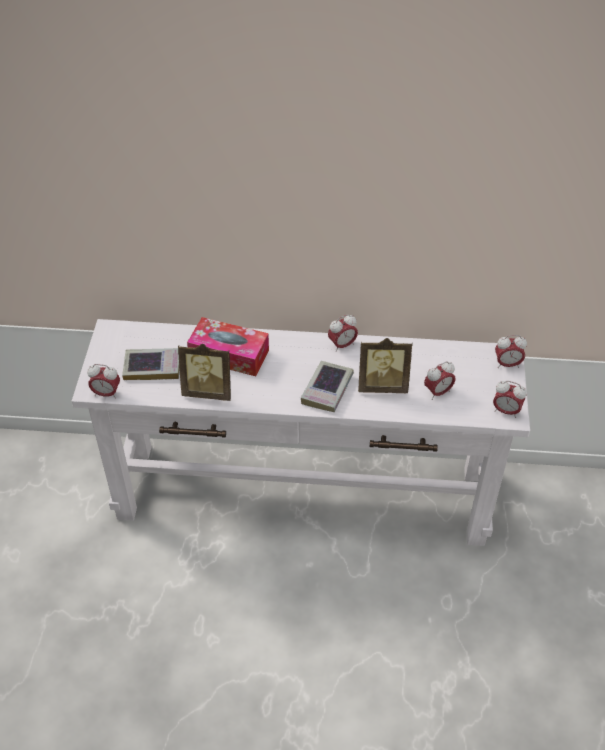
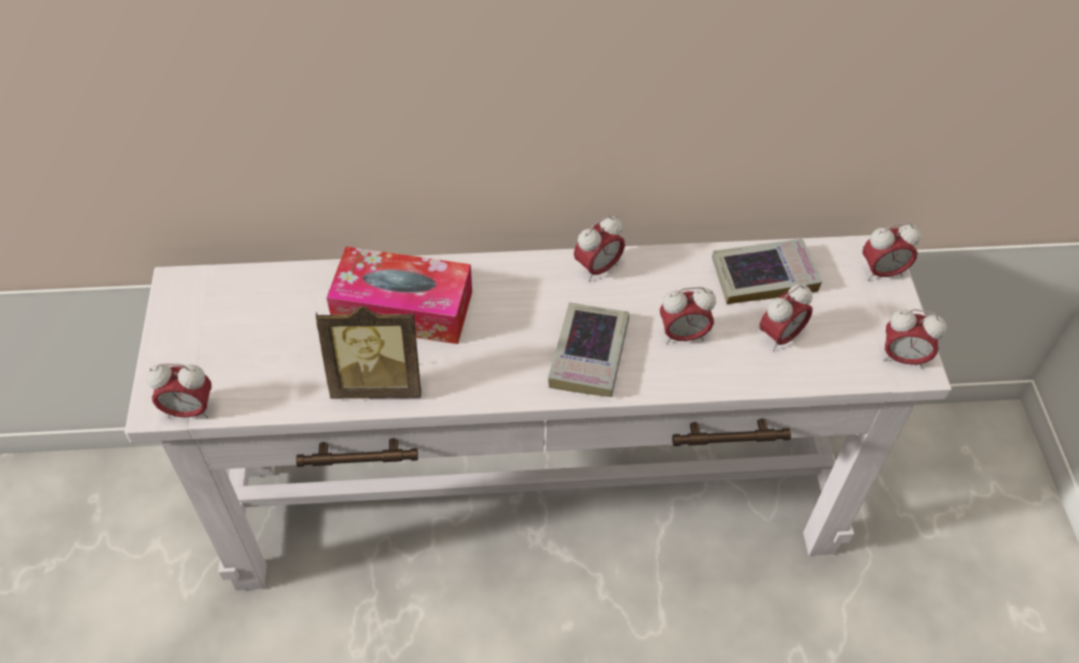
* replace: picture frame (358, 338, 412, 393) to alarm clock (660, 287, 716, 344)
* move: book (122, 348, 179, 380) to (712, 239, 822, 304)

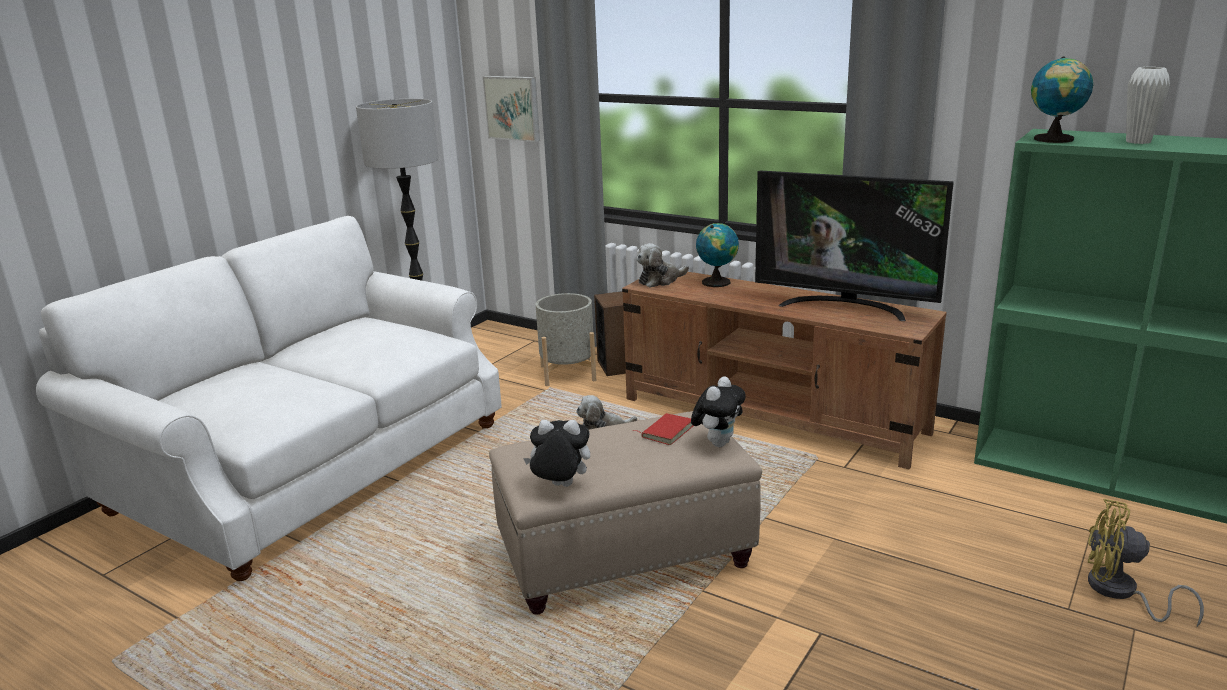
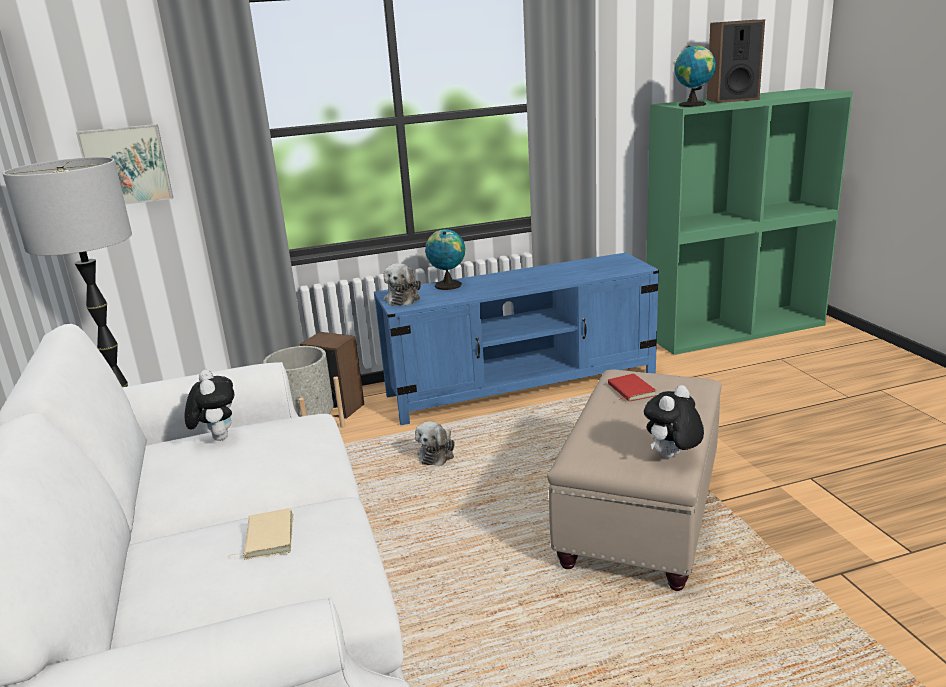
* move: plush toy (691, 377, 746, 447) to (185, 370, 235, 441)
* insert: book (beige) (228, 508, 294, 560)
* recolor: tv stand (brown) (622, 272, 947, 469) to tv stand (blue-coloured) (374, 253, 659, 425)
* replace: decorative vase (white-coloured) (1126, 67, 1170, 144) to audio speaker (707, 20, 765, 103)
* delete: TV (755, 170, 954, 321)
* delete: fan (yellowish) (1088, 499, 1204, 627)

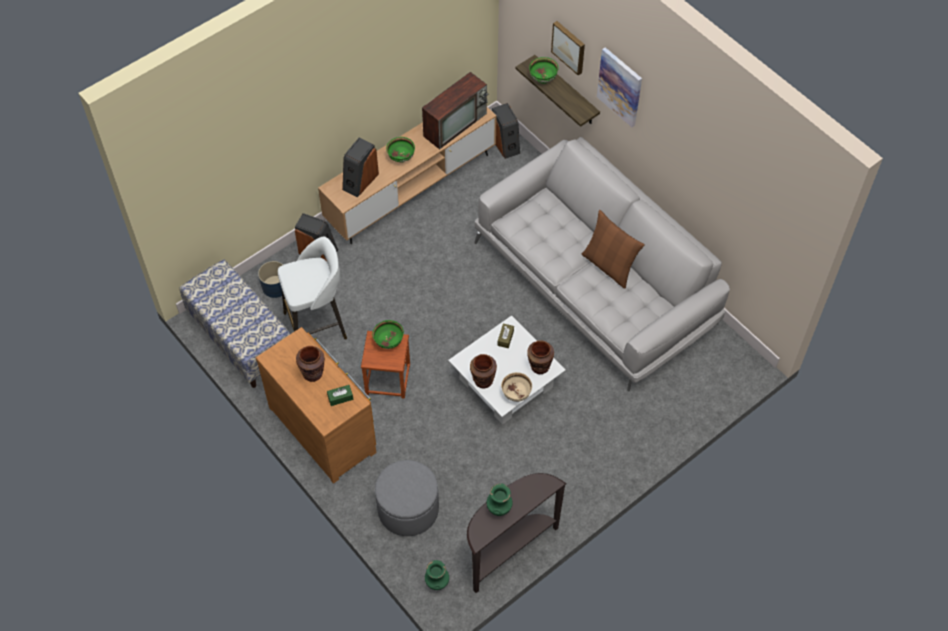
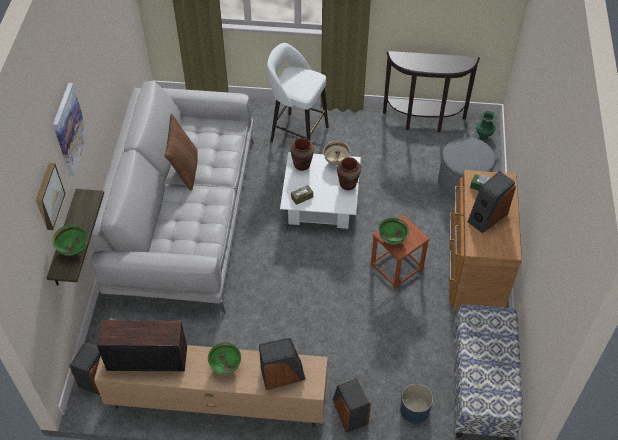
* move: stool seat (white-coloured) (278, 236, 347, 339) to (267, 43, 329, 143)
* replace: decorative vase (brown) (296, 346, 325, 382) to audio speaker (467, 171, 516, 233)
* delete: decorative vase (green-coloured) (487, 483, 513, 516)

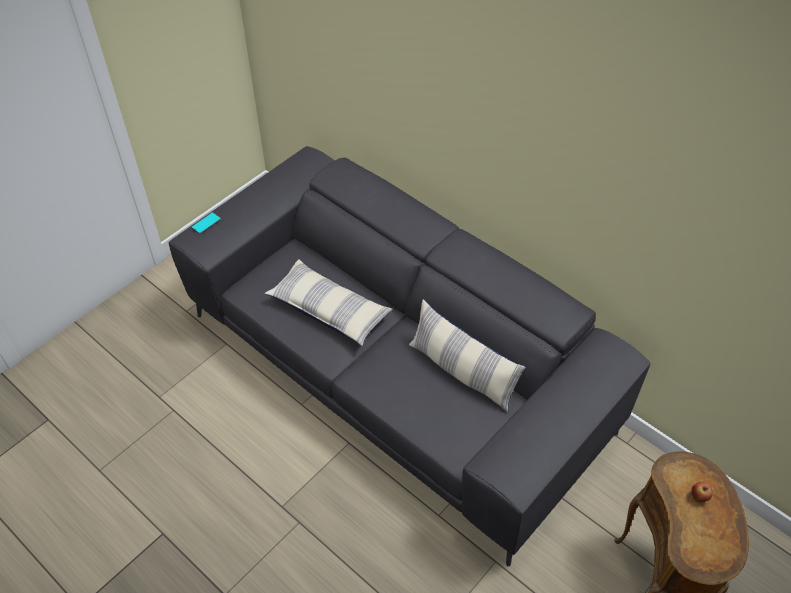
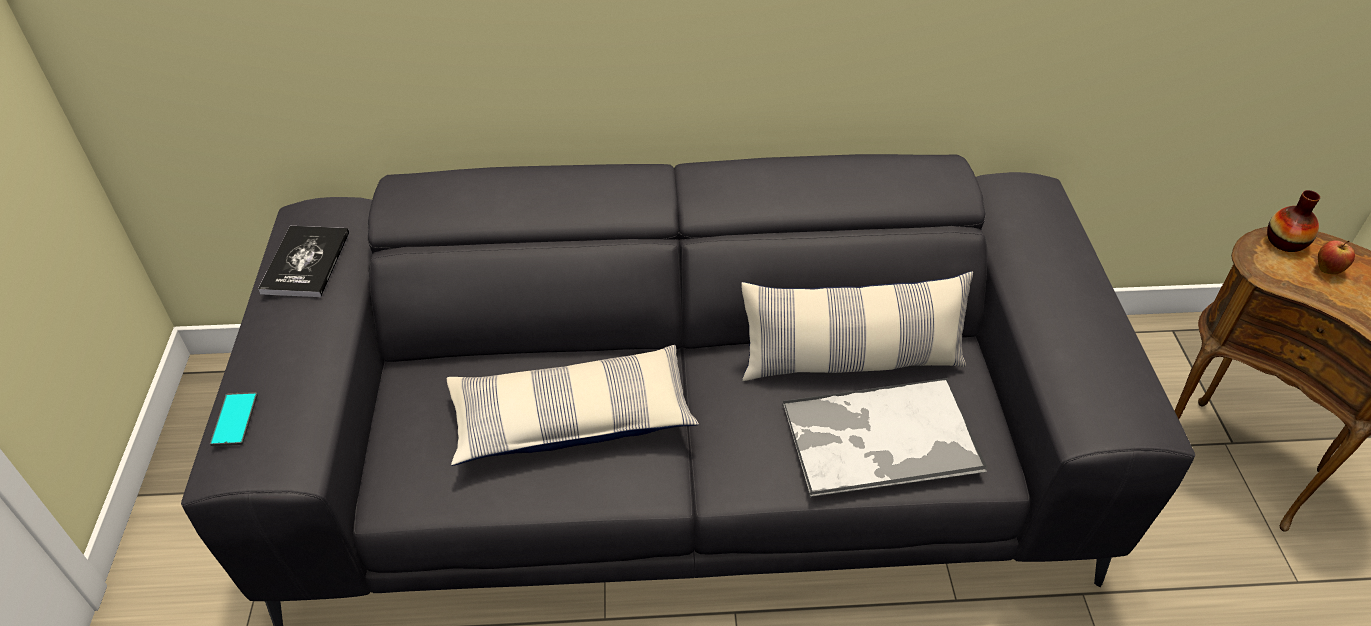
* insert: book (258, 226, 349, 297)
* insert: tray (782, 378, 988, 498)
* insert: decorative vase (1267, 190, 1320, 252)

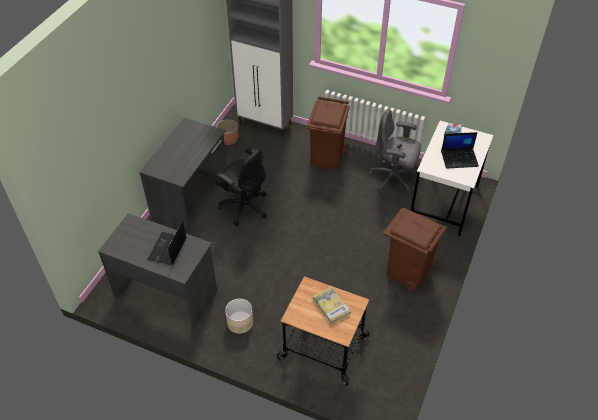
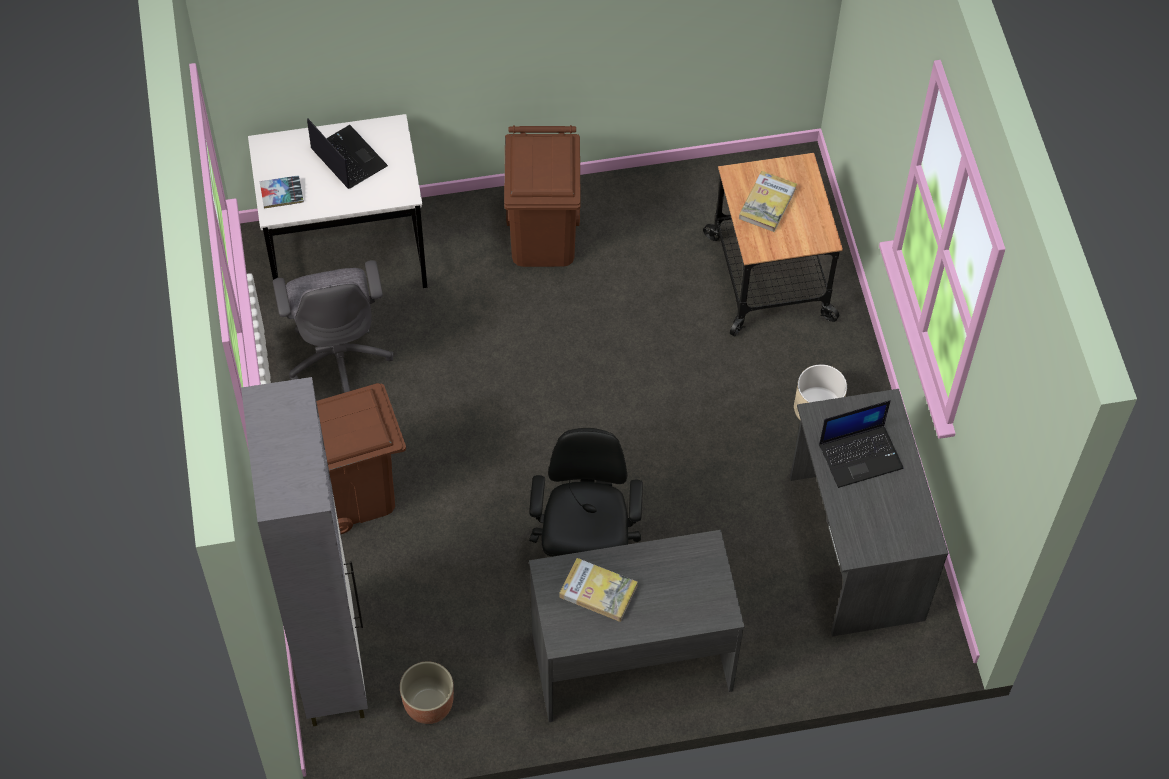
* insert: book (560, 558, 638, 622)

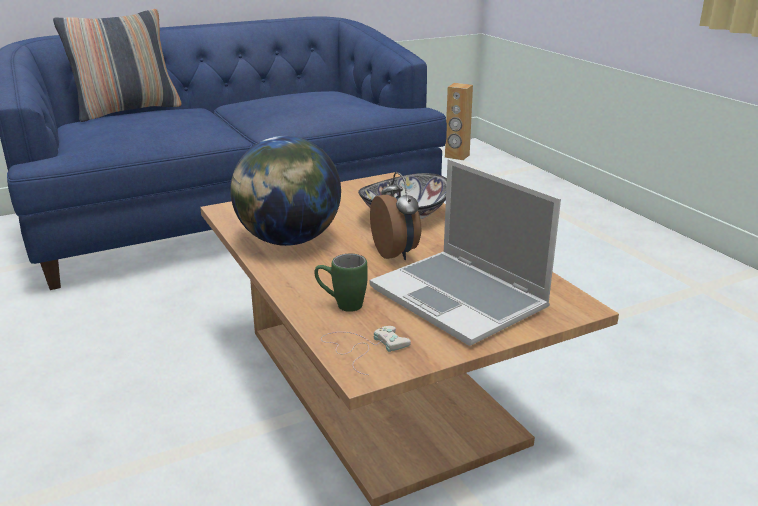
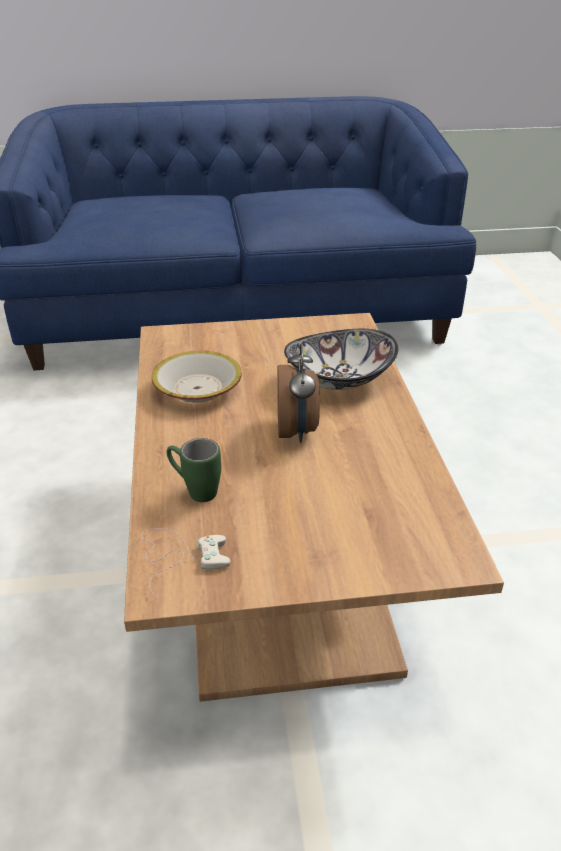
* replace: globe (230, 136, 341, 246) to bowl (152, 351, 242, 403)
* delete: pillow (53, 9, 181, 122)
* delete: laptop (369, 159, 561, 346)
* delete: audio speaker (brown) (445, 83, 473, 160)

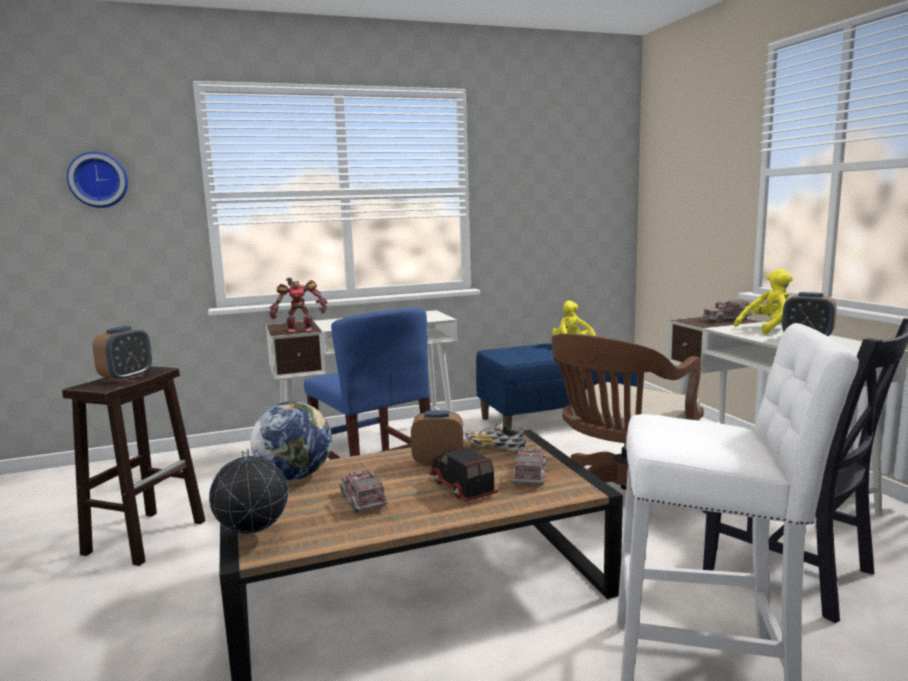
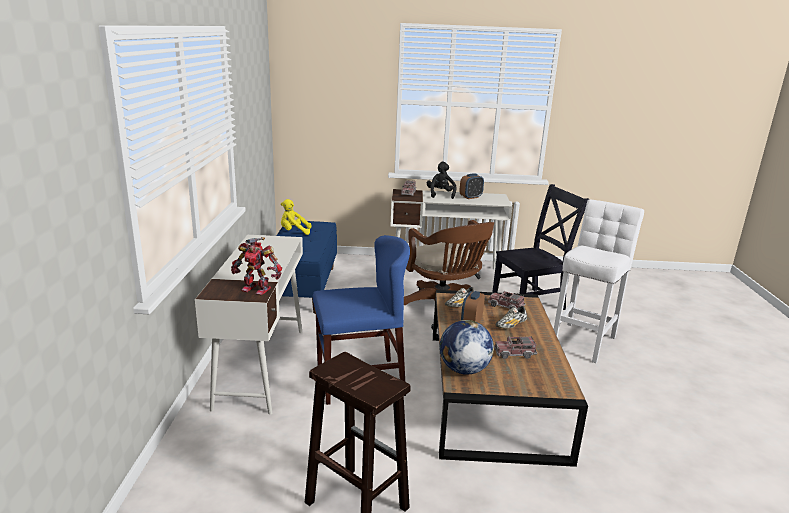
* rotate: model robot (269, 277, 328, 333) = (231, 237, 282, 295) 105 degrees clockwise
* recolor: plush toy (yellowish) (734, 269, 793, 335) to plush toy (black-coloured) (427, 162, 456, 199)
* replace: model truck (427, 446, 498, 502) to item of footwear (496, 306, 527, 328)
* delete: clock on the wall (67, 152, 128, 208)
* delete: alarm clock (92, 326, 152, 382)
* delete: globe (209, 449, 288, 540)

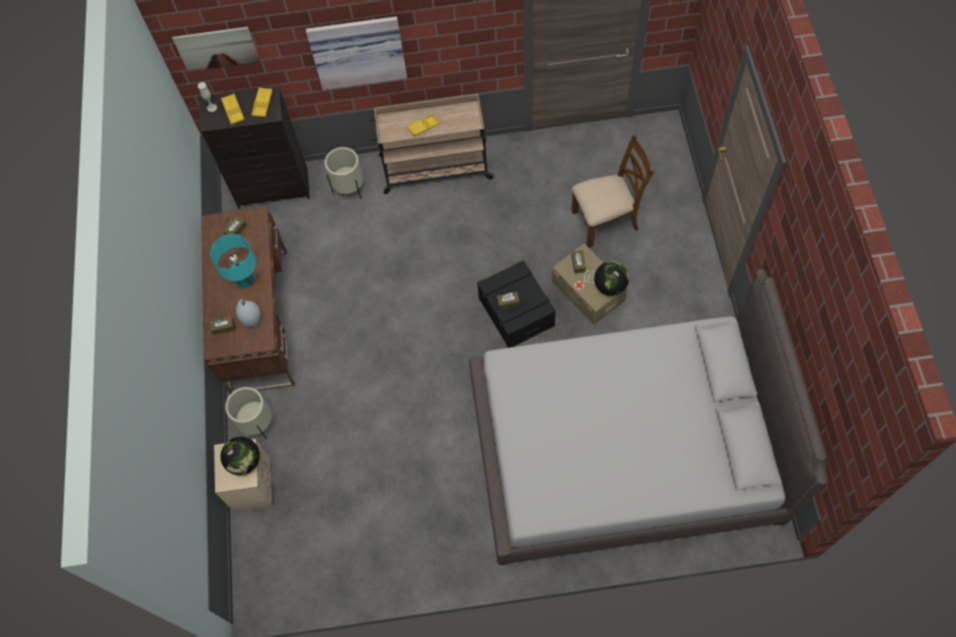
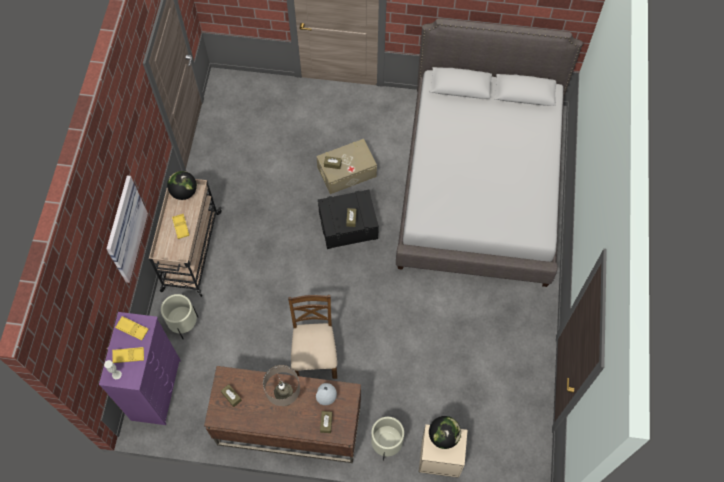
* recolor: dresser (black-coloured) (199, 86, 310, 209) to dresser (purple-coloured) (99, 312, 181, 425)
* move: globe (594, 261, 629, 296) to (167, 171, 197, 200)
* recolor: lamp for a table (blue-green) (210, 234, 256, 288) to lamp for a table (beige) (263, 365, 300, 406)
* move: chair (brown) (571, 136, 654, 248) to (288, 295, 337, 379)
* delete: wall art (173, 27, 260, 72)

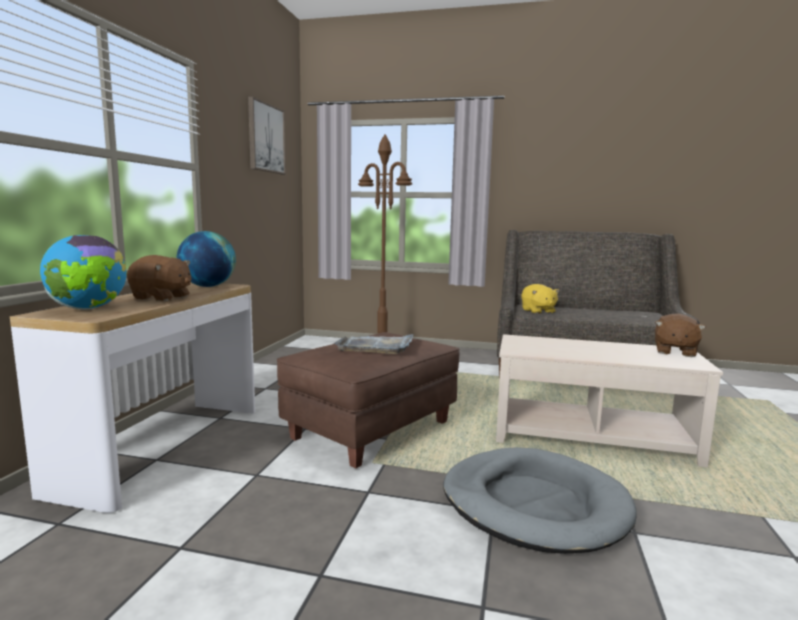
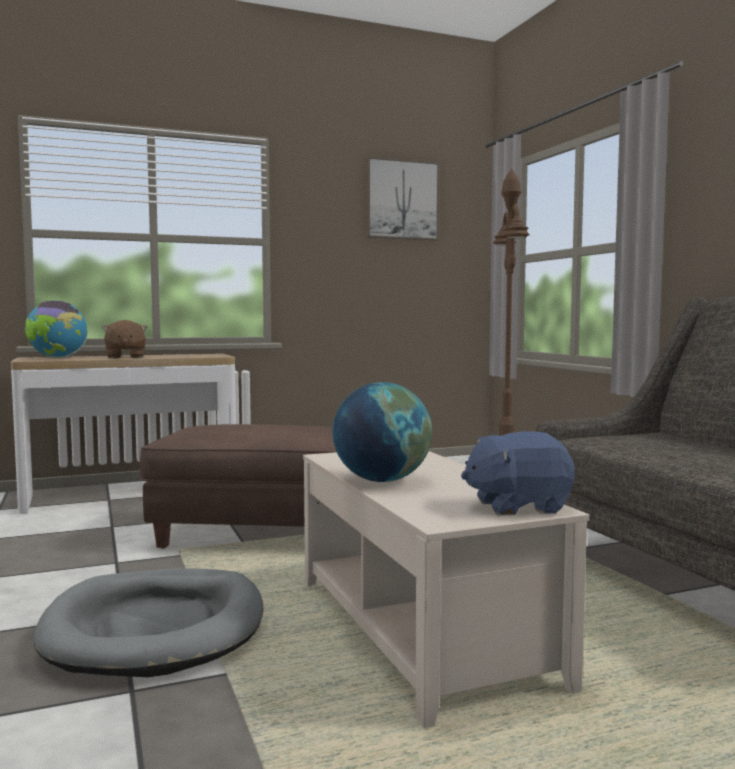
* move: globe (177, 231, 236, 287) to (332, 382, 432, 482)
* recolor: plush toy (brown) (655, 313, 706, 357) to plush toy (blue-coloured) (461, 431, 575, 515)
* delete: tray (grey) (336, 334, 414, 354)
* delete: plush toy (yellowish) (521, 284, 559, 314)

